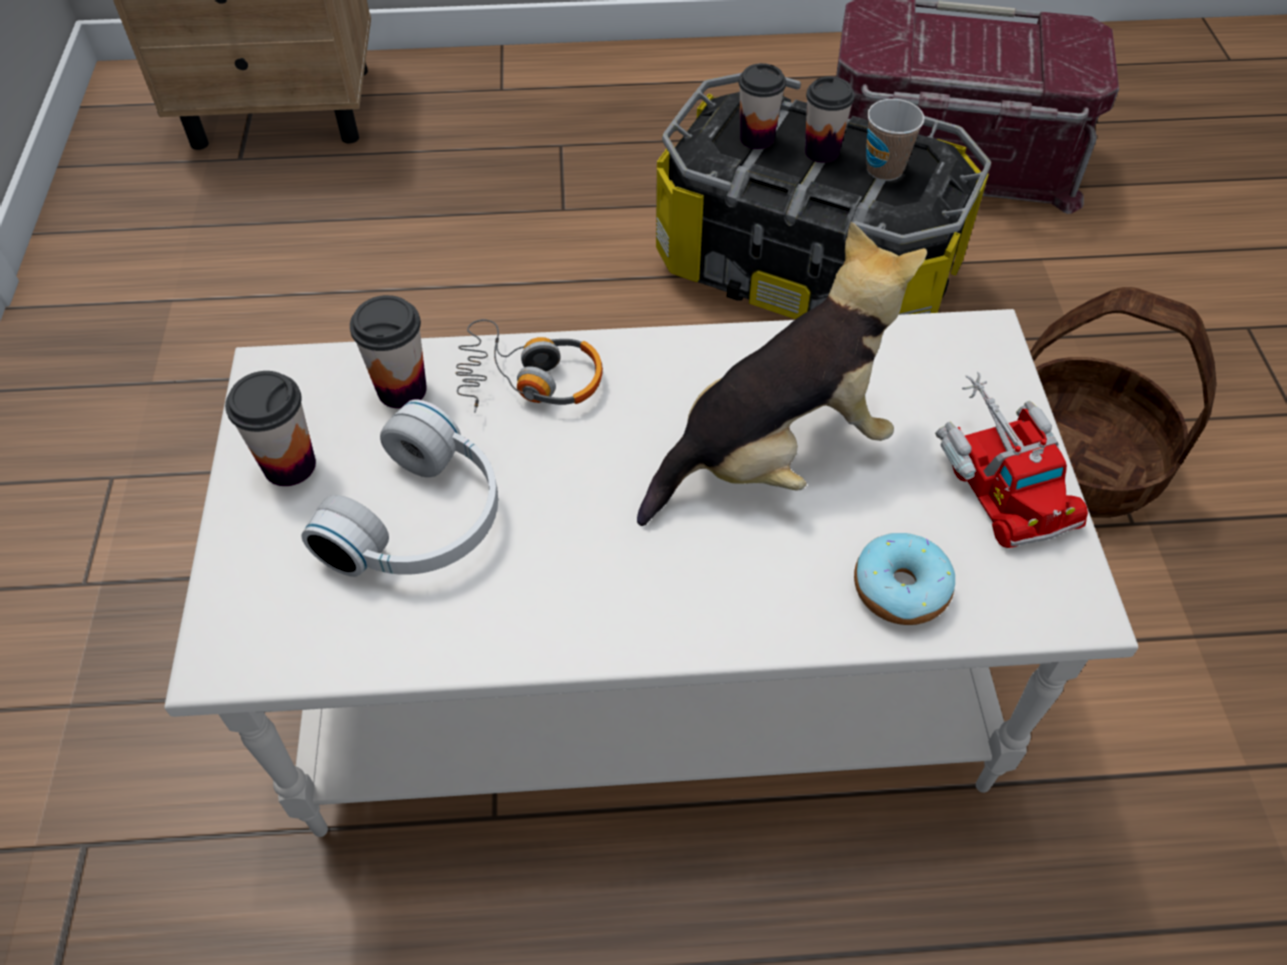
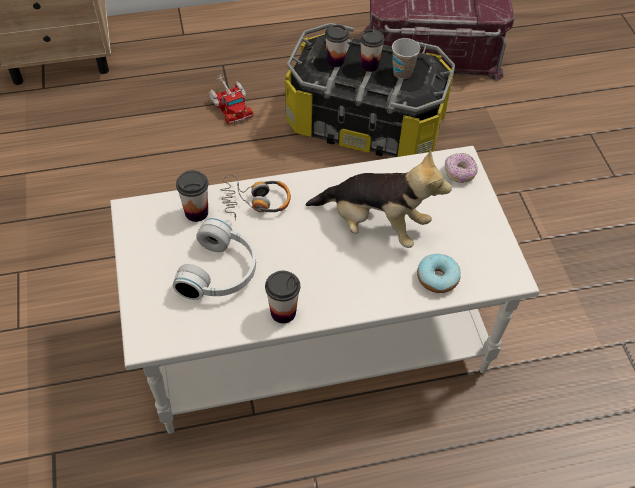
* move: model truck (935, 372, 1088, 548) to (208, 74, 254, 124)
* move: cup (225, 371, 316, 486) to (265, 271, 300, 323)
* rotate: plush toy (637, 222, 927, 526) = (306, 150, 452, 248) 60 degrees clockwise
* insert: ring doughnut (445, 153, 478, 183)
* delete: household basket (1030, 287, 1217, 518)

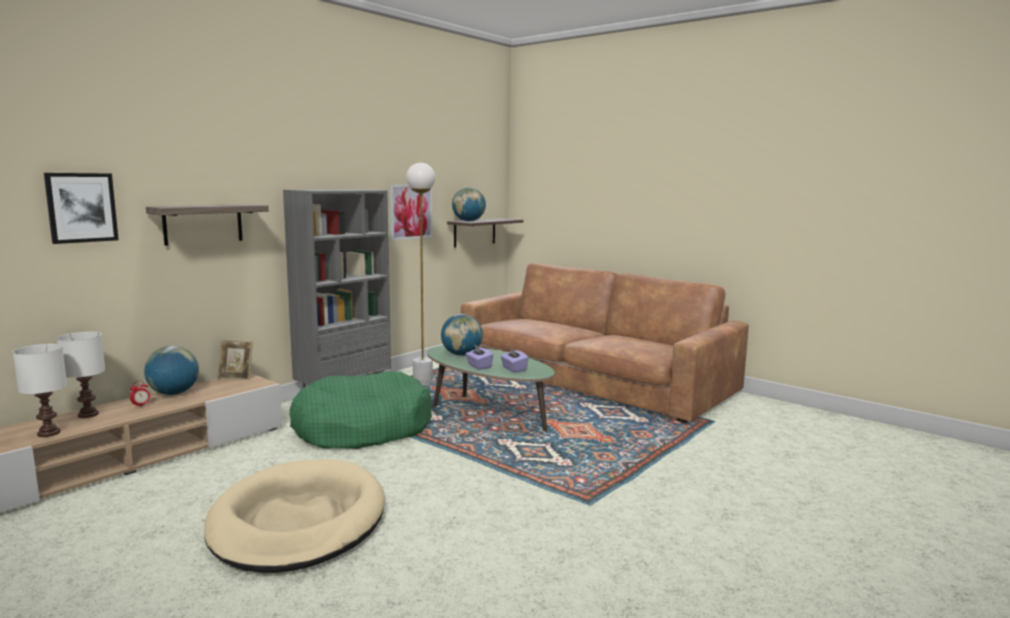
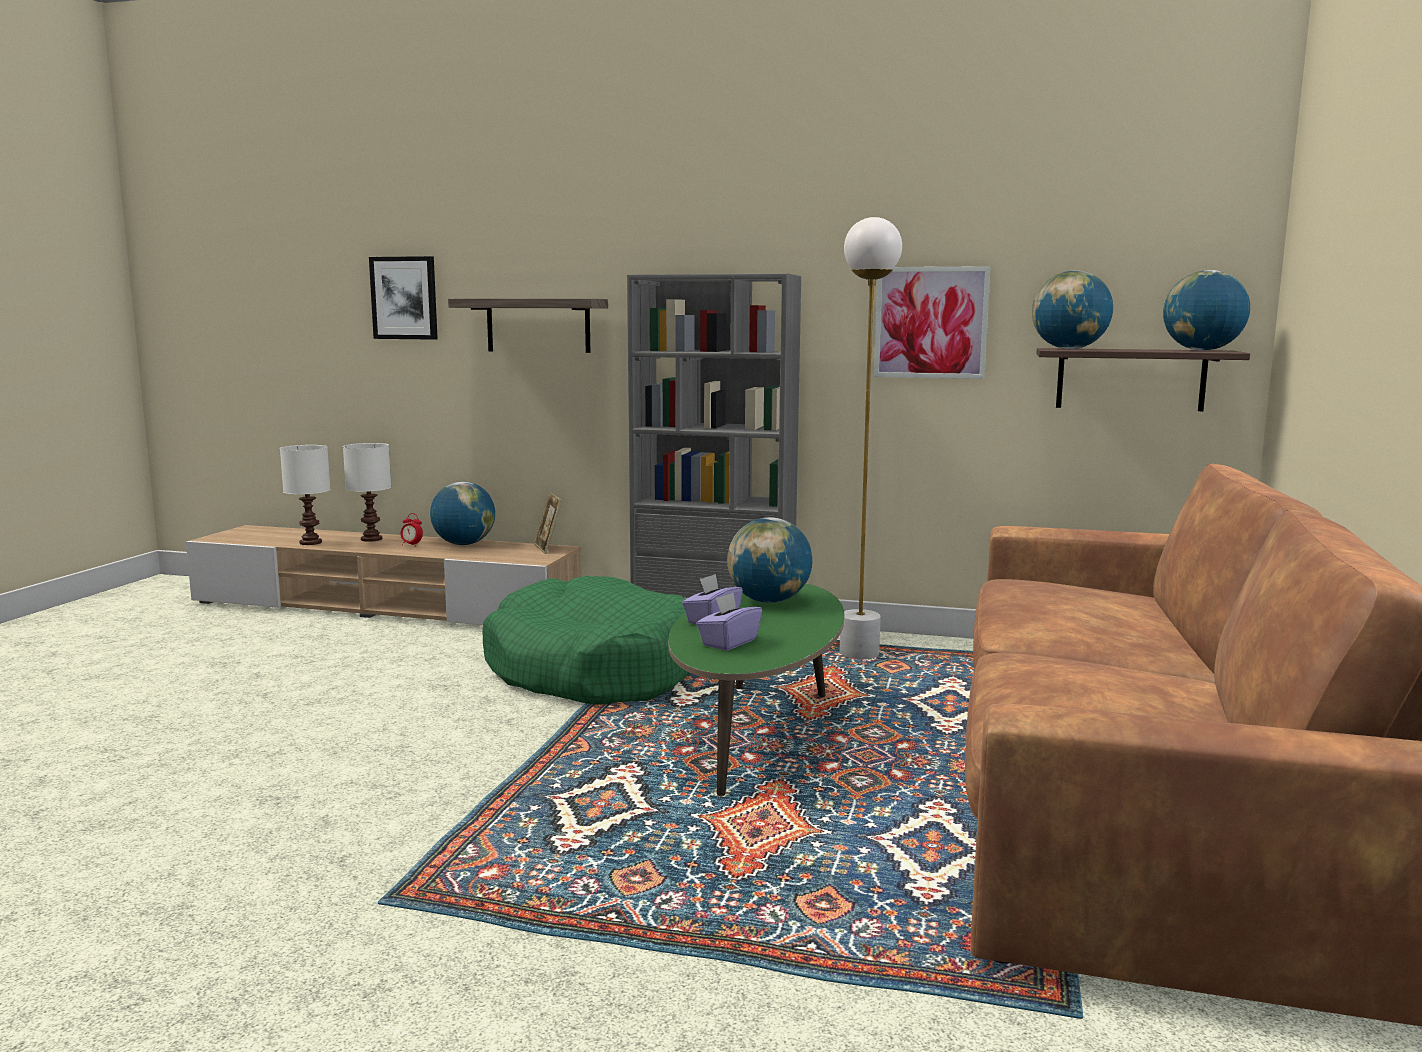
* insert: globe (1163, 270, 1250, 351)
* delete: pet bed (beige) (204, 459, 385, 573)

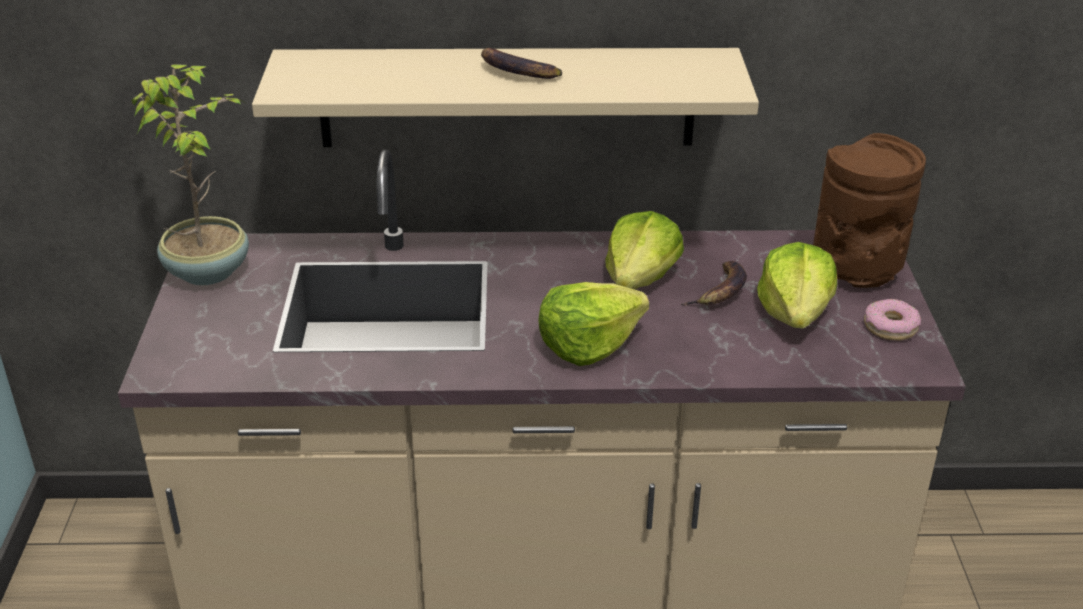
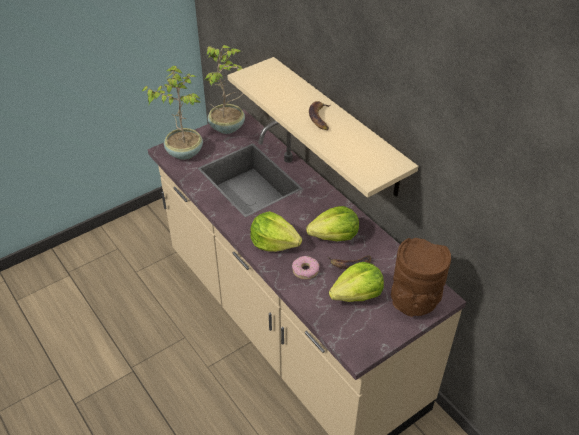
* insert: plant in a pot (142, 66, 203, 160)
* move: ring doughnut (864, 299, 921, 340) to (292, 256, 319, 279)

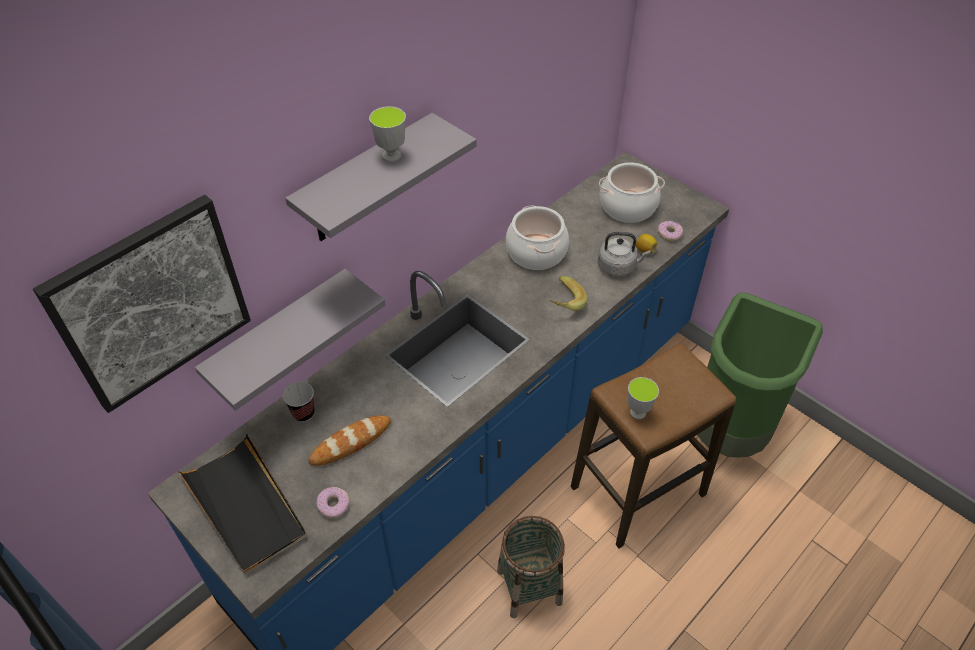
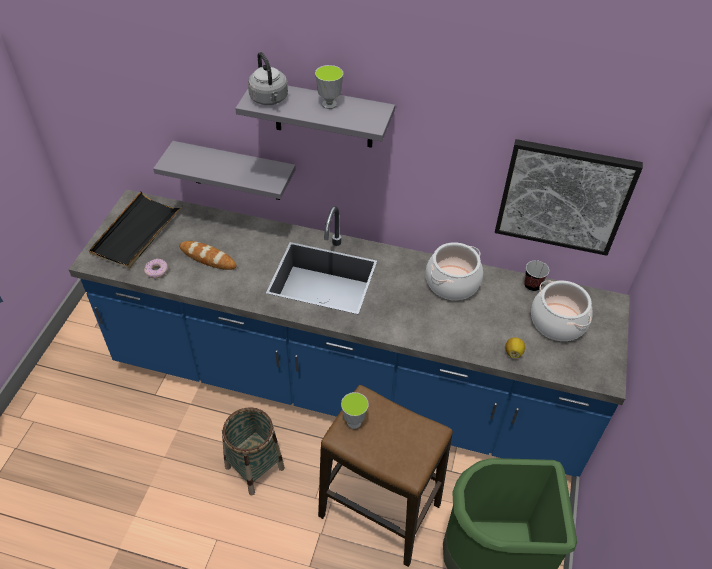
* move: tea kettle (grey) (597, 232, 651, 276) to (248, 52, 288, 105)
* move: wall art (33, 195, 251, 413) to (495, 139, 643, 256)
* move: cup (283, 382, 315, 422) to (524, 260, 549, 292)
* delete: banana (549, 276, 587, 311)
* delete: ring doughnut (658, 221, 683, 241)

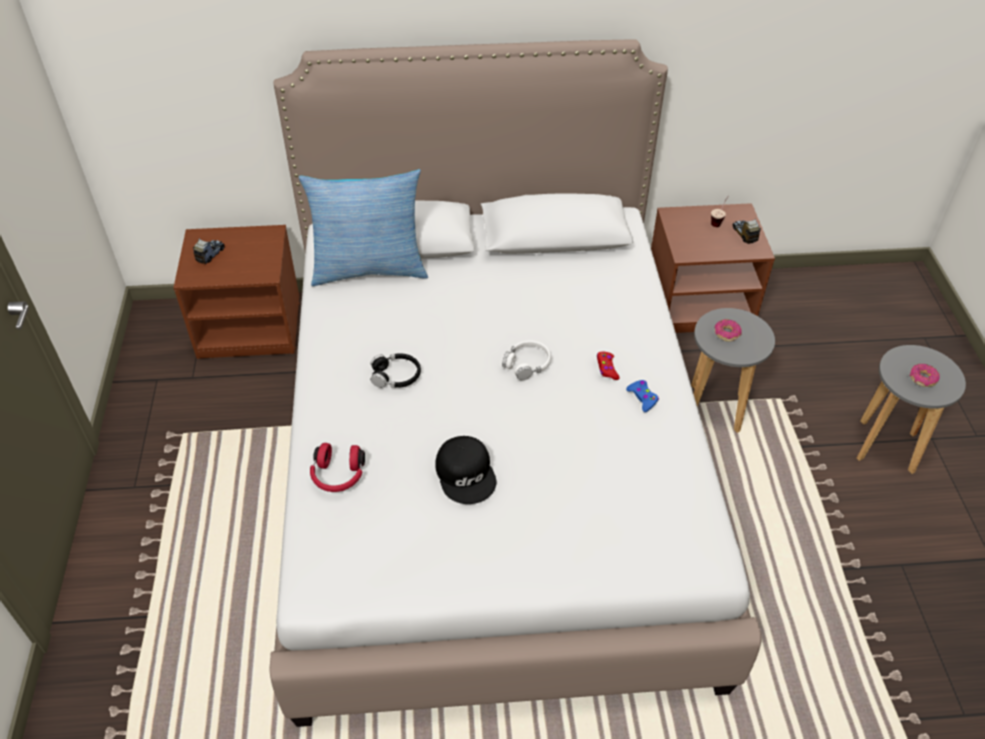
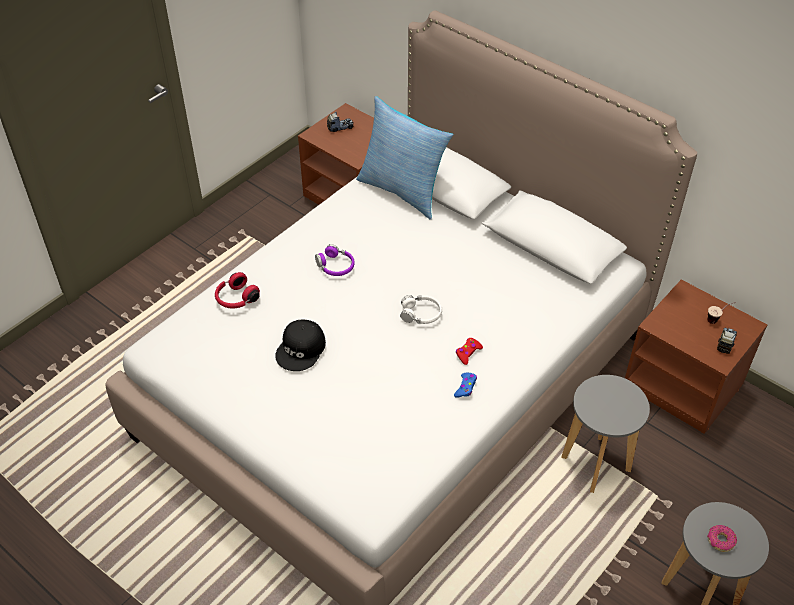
* recolor: headphones (black-coloured) (370, 353, 421, 388) to headphones (purple-coloured) (315, 244, 355, 276)
* delete: ring doughnut (714, 319, 742, 341)

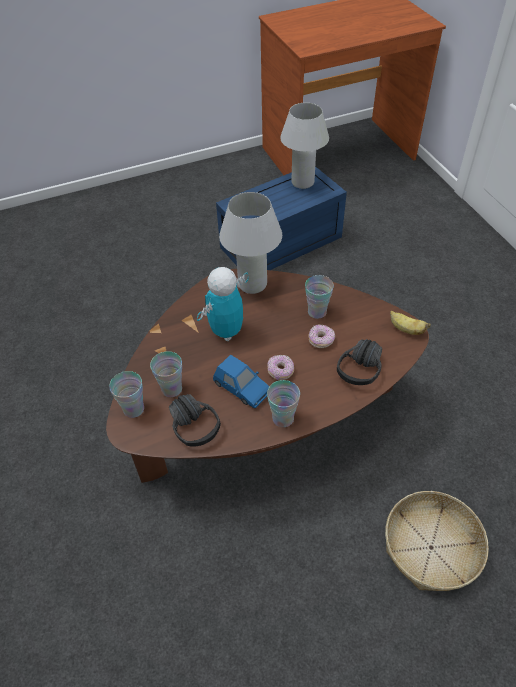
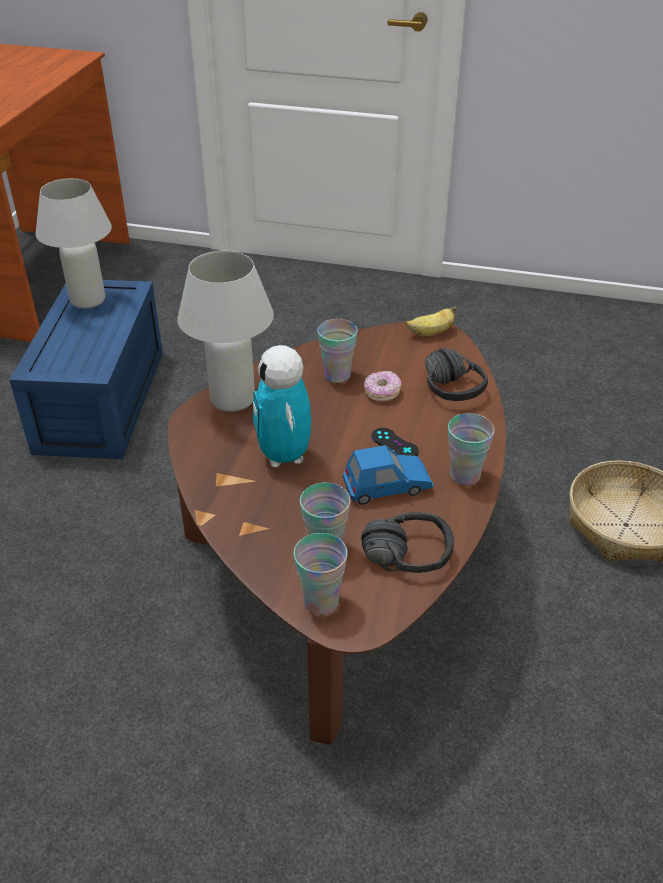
* replace: ring doughnut (267, 355, 294, 380) to game controller (black-coloured) (371, 428, 419, 456)

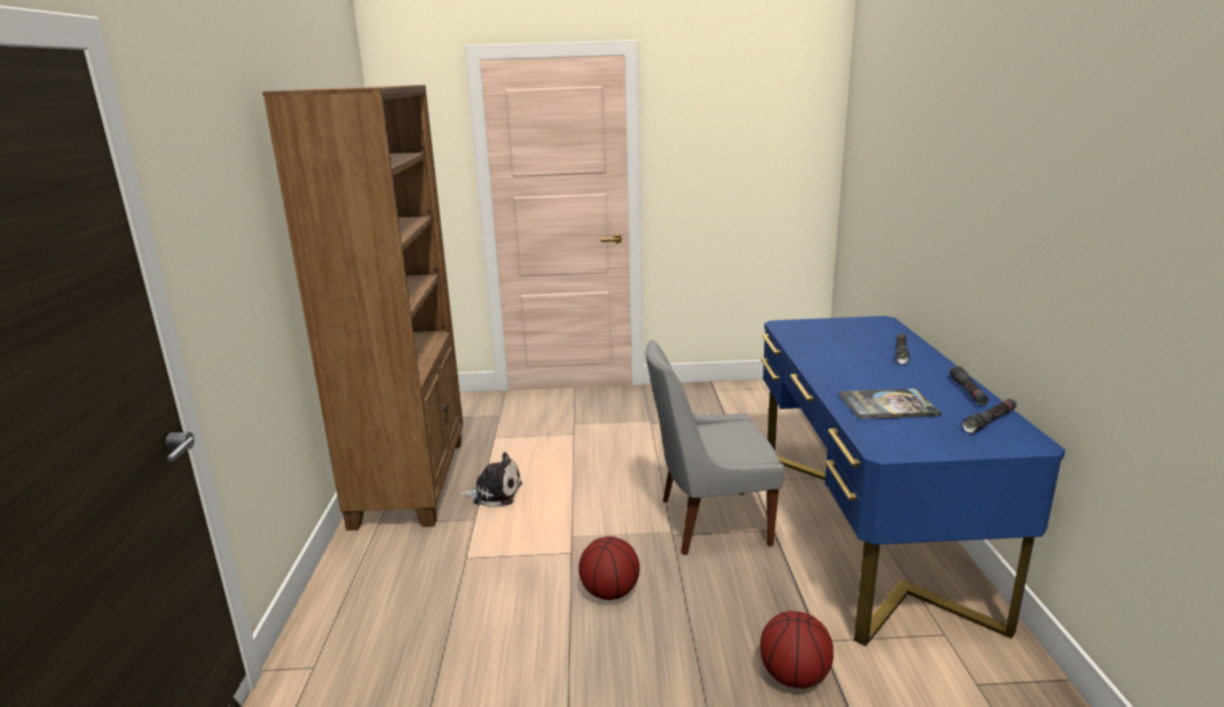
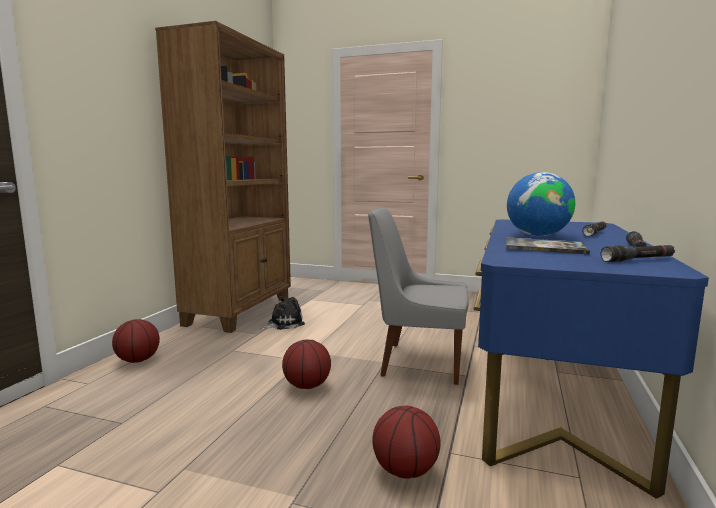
* insert: ball for basketball (112, 319, 160, 363)
* rotate: plush toy (458, 452, 522, 507) = (261, 296, 305, 330) 60 degrees counterclockwise
* insert: globe (507, 172, 575, 236)

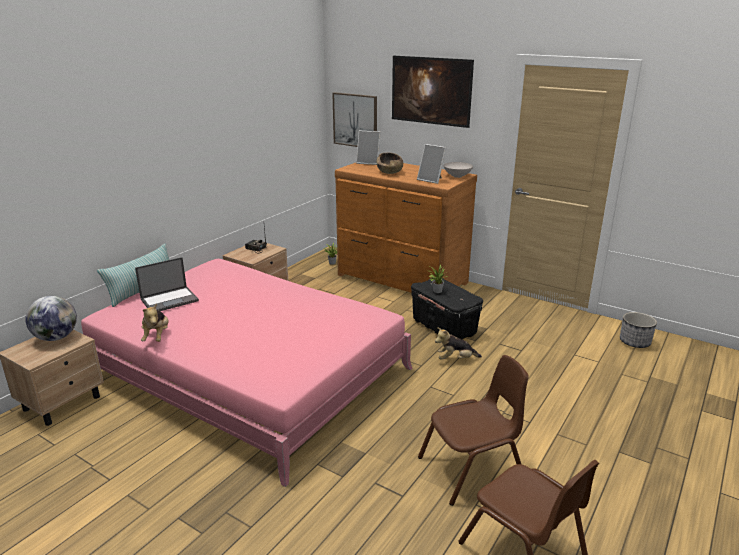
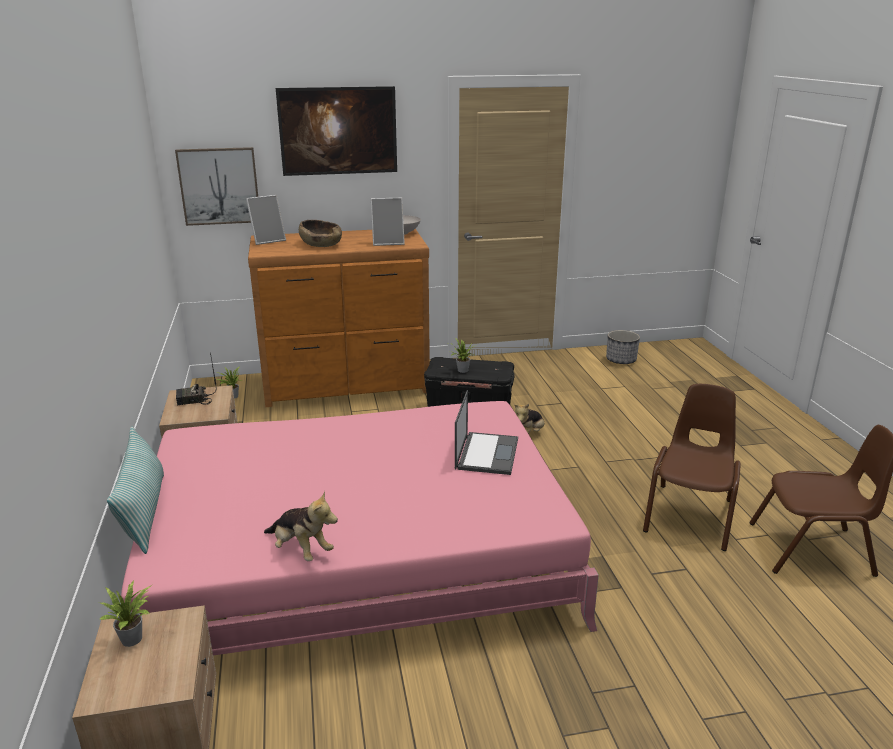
* replace: globe (25, 296, 77, 341) to plant in a pot (100, 581, 152, 647)
* move: laptop (135, 257, 199, 311) to (455, 390, 518, 475)

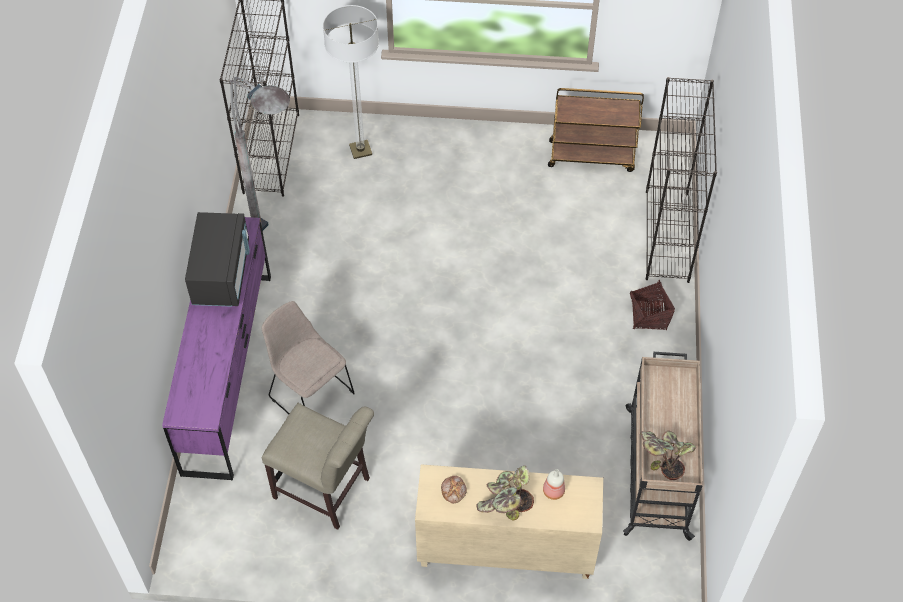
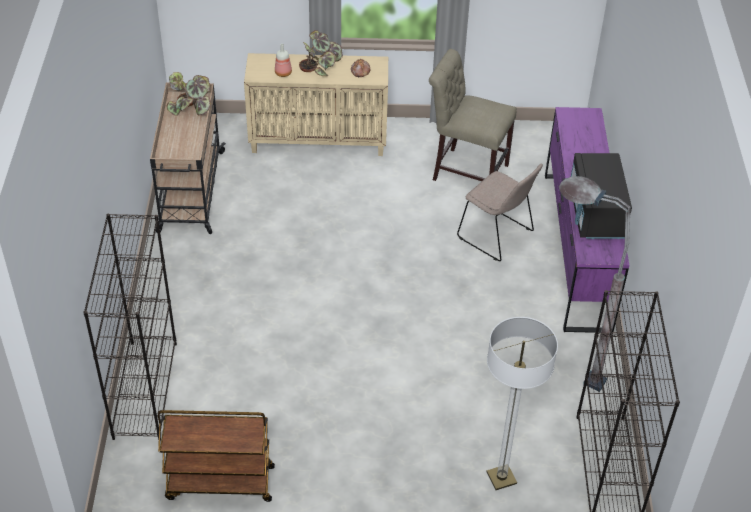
* delete: household basket (630, 279, 675, 330)

